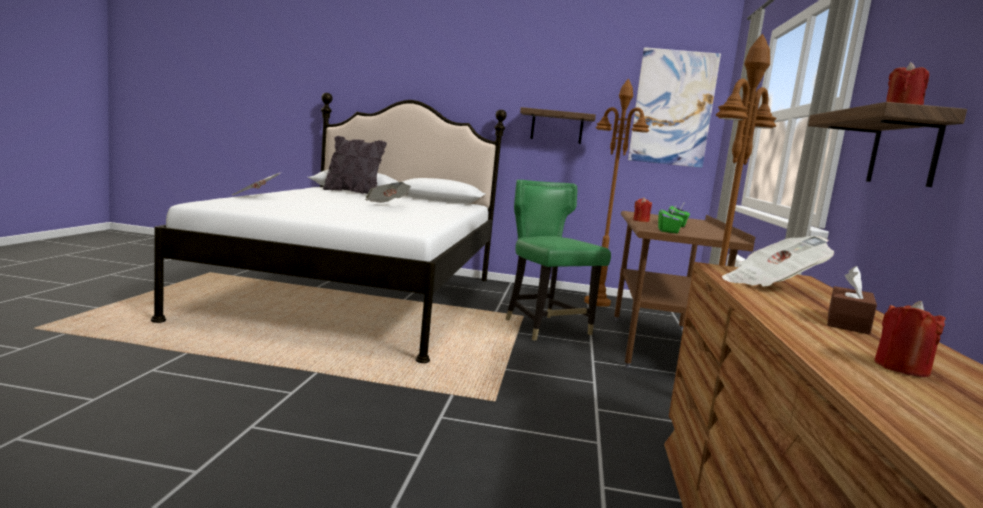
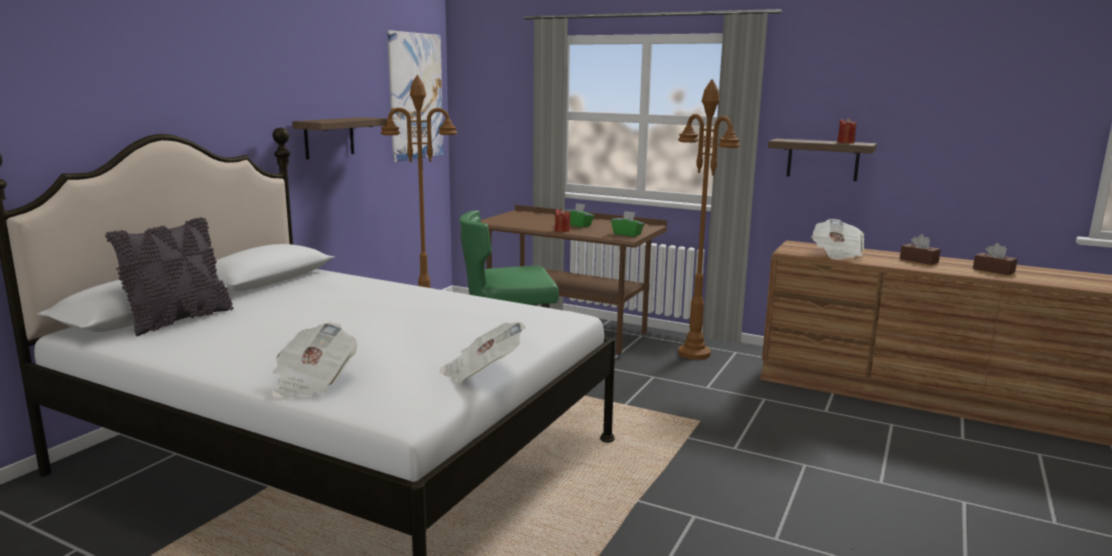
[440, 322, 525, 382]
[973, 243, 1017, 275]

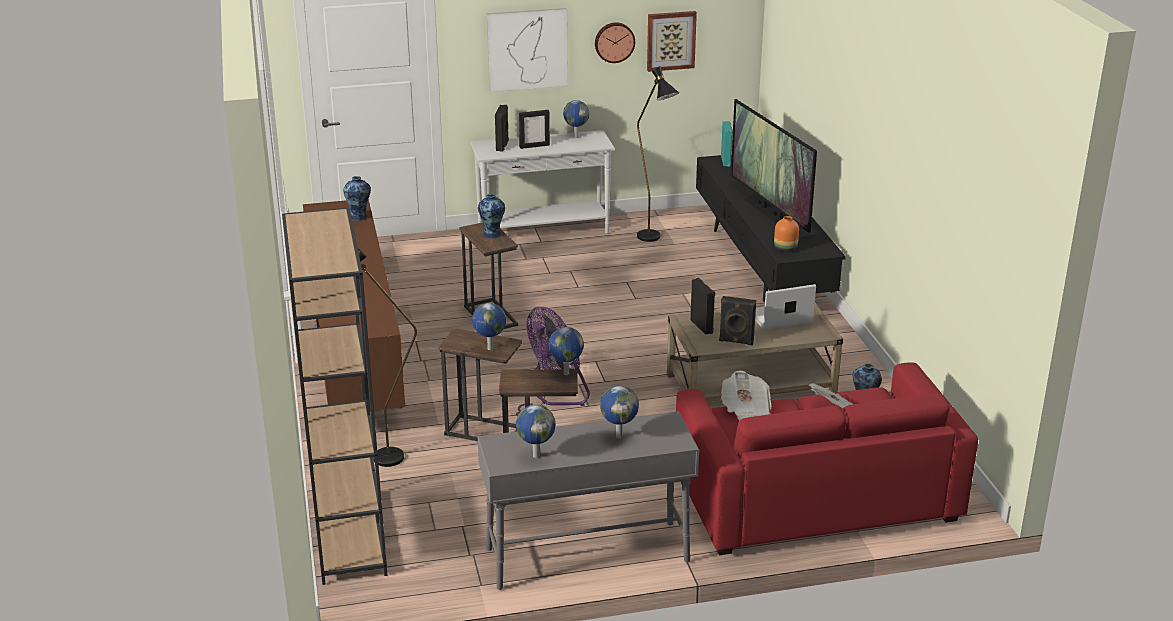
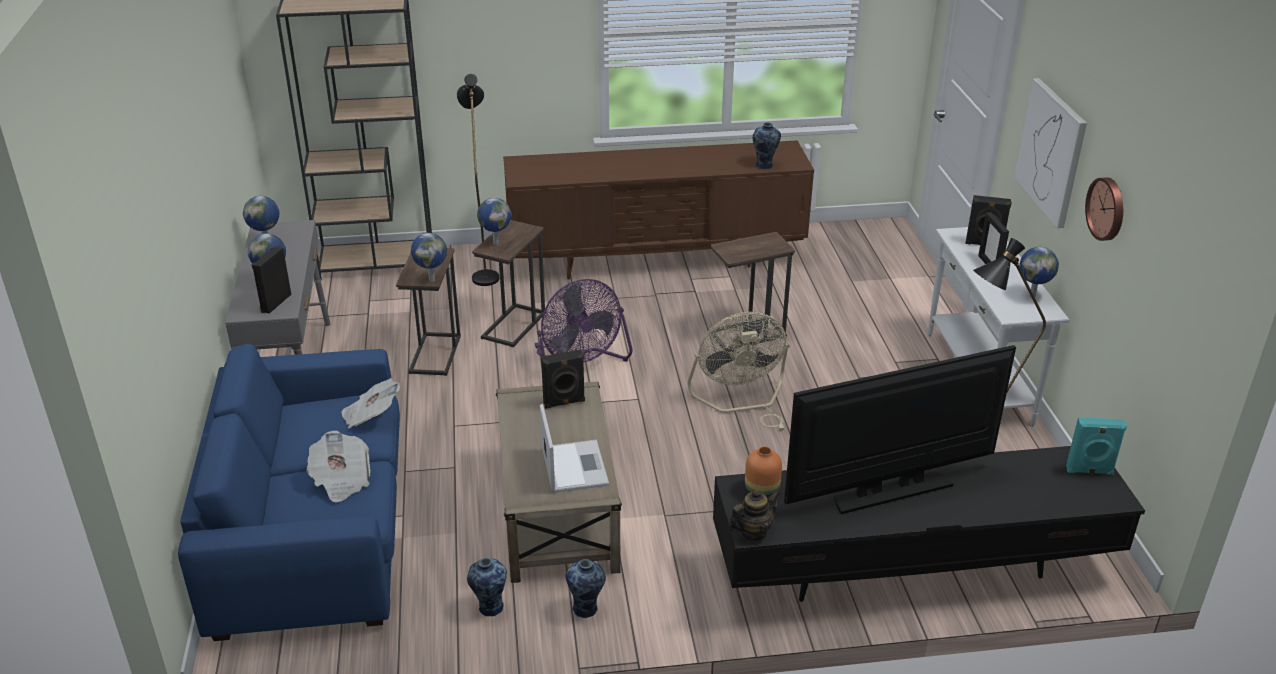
[178, 344, 400, 641]
[252, 246, 291, 314]
[566, 559, 606, 618]
[688, 312, 790, 431]
[729, 489, 780, 540]
[647, 11, 697, 72] (first image)

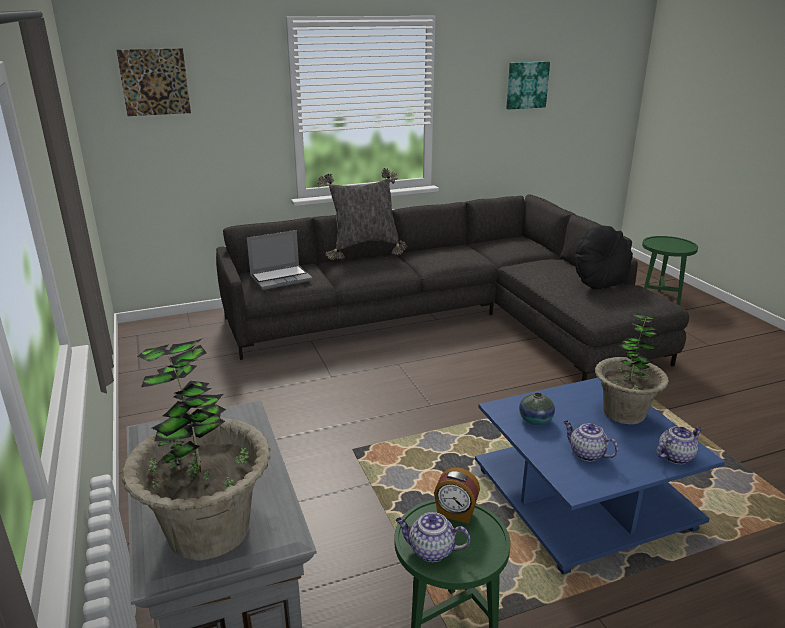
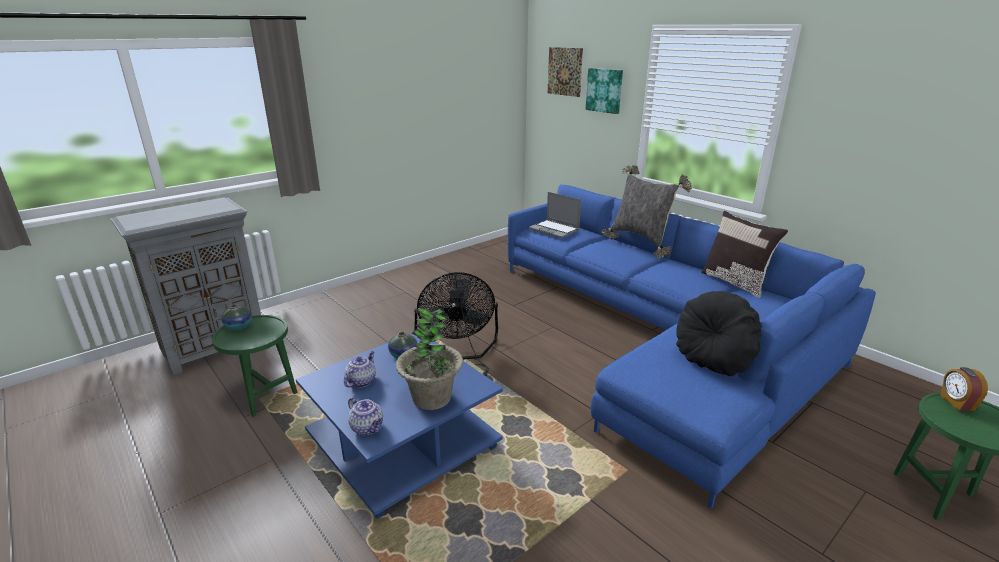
[221, 304, 252, 330]
[414, 272, 498, 377]
[508, 185, 876, 509]
[586, 68, 623, 114]
[701, 211, 788, 298]
[940, 367, 988, 411]
[122, 338, 271, 561] (first image)

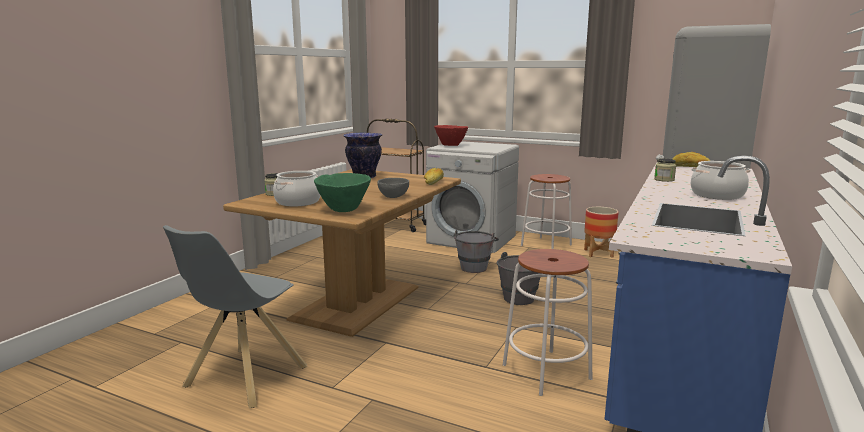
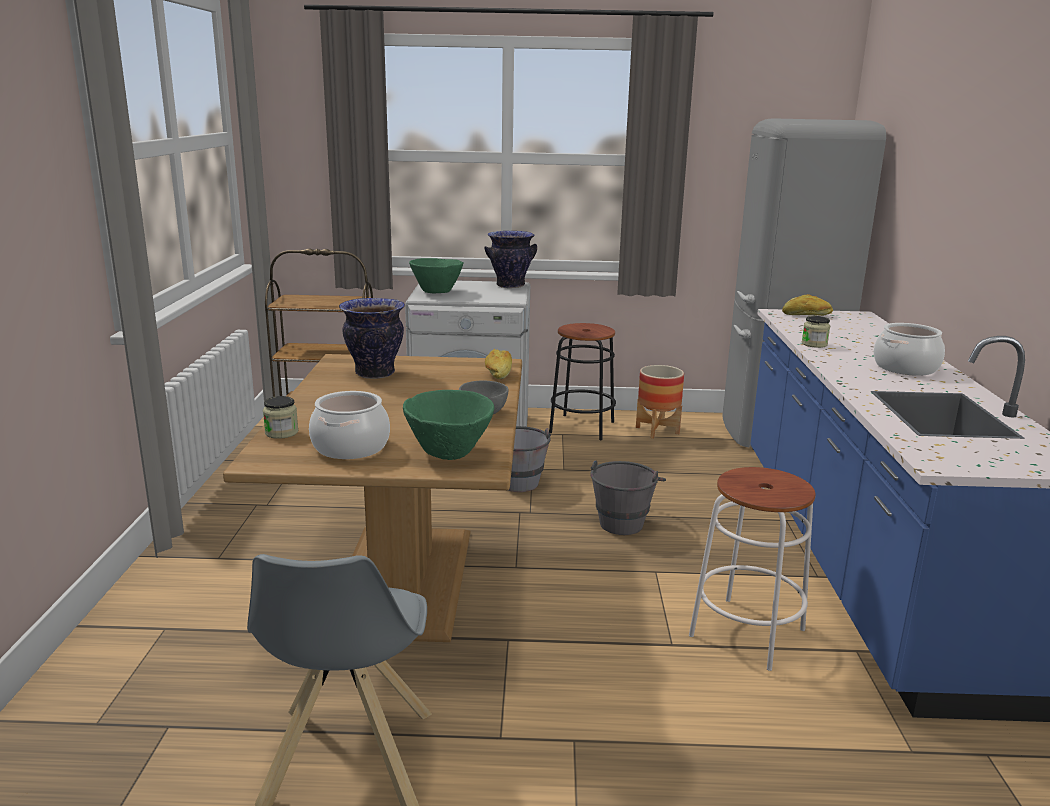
[409, 258, 464, 293]
[484, 231, 537, 288]
[549, 323, 616, 440]

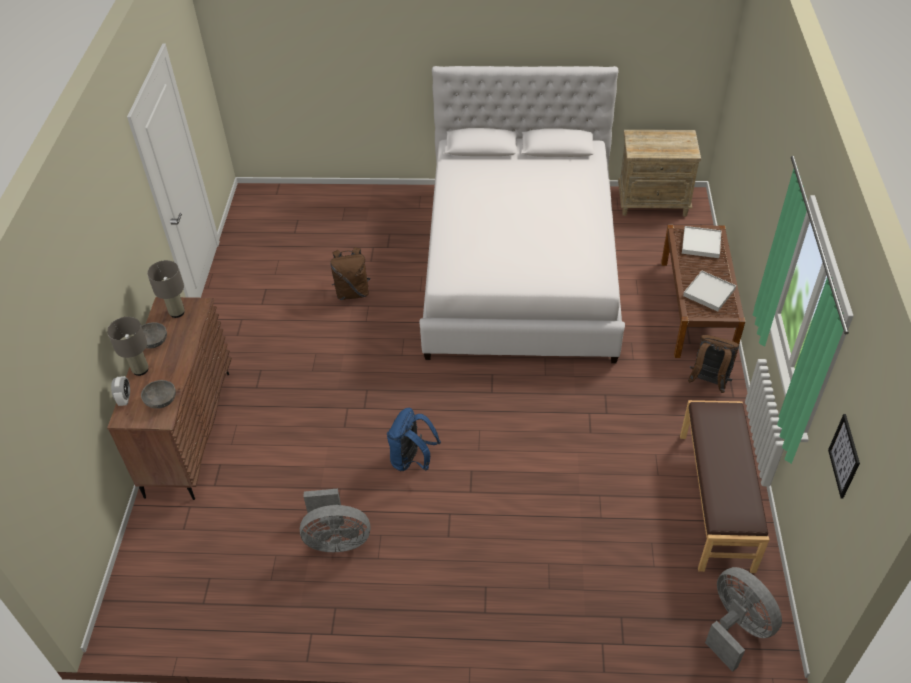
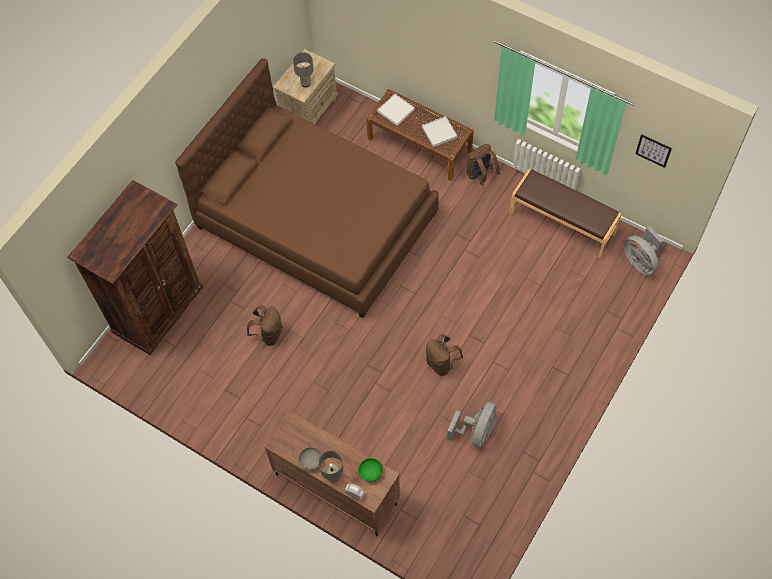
[67, 180, 203, 355]
[175, 58, 438, 318]
[293, 52, 314, 87]
[358, 458, 383, 482]
[426, 334, 463, 376]
[624, 226, 664, 275]

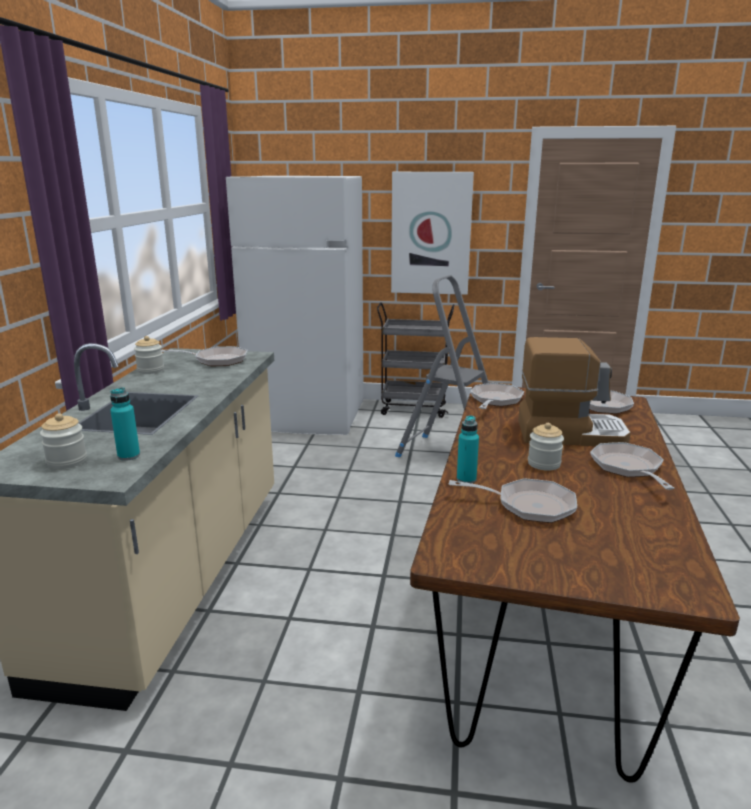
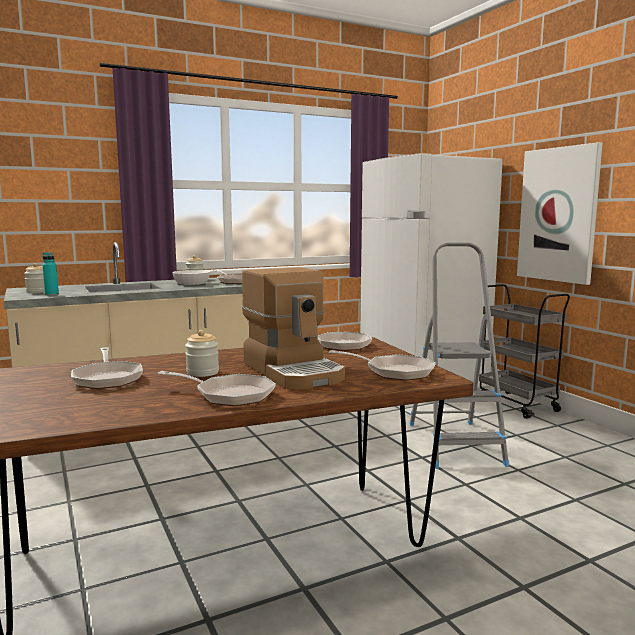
[158, 371, 276, 406]
[172, 270, 210, 285]
[457, 415, 479, 483] (first image)

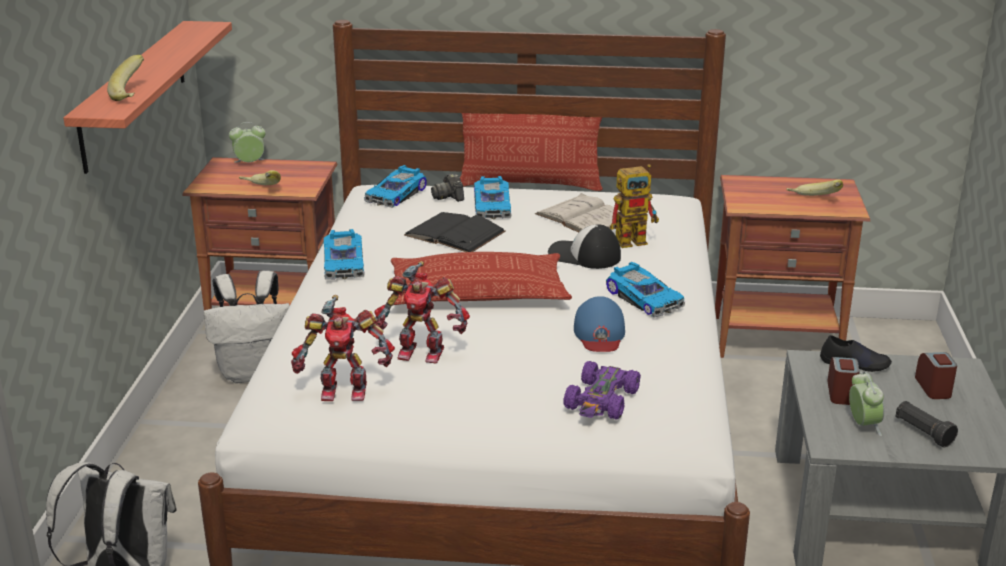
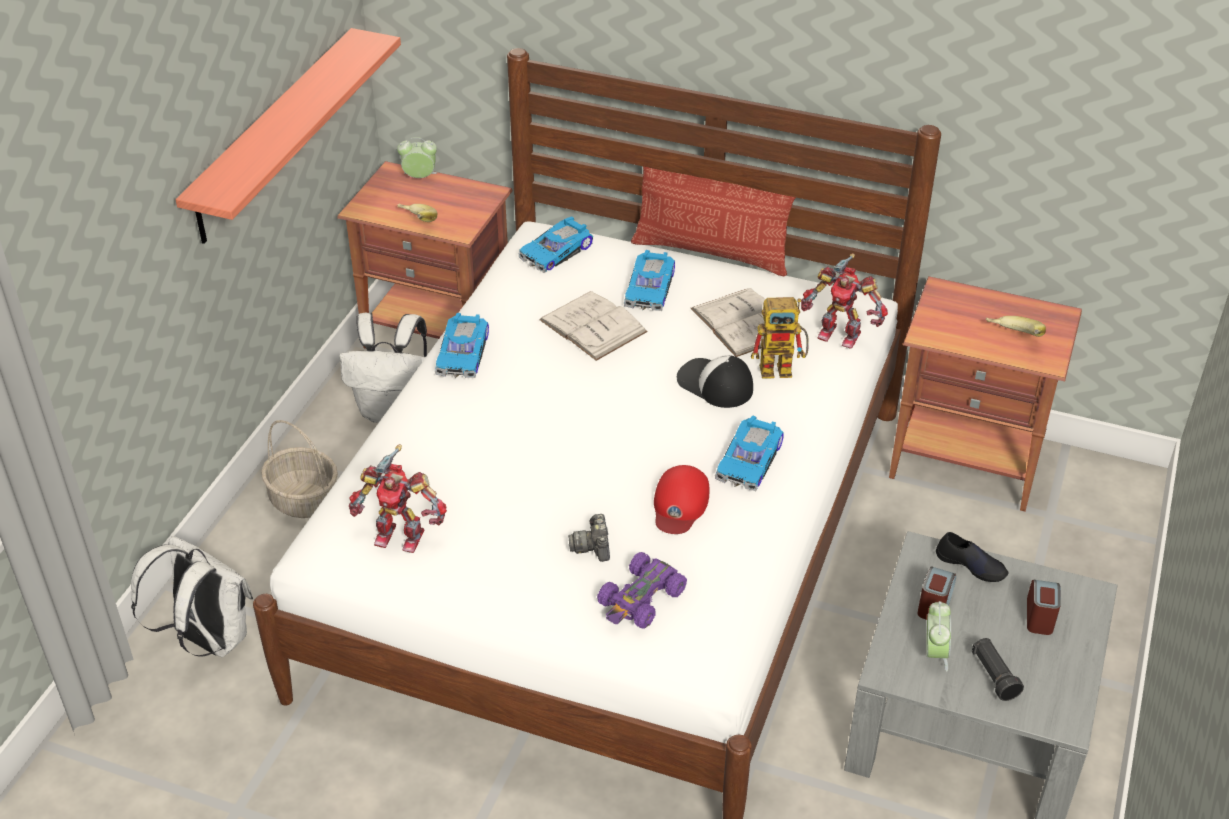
[261, 420, 338, 518]
[539, 291, 648, 361]
[568, 514, 610, 562]
[654, 465, 709, 534]
[715, 416, 784, 491]
[801, 253, 888, 349]
[107, 55, 144, 101] (first image)
[391, 252, 572, 305] (first image)

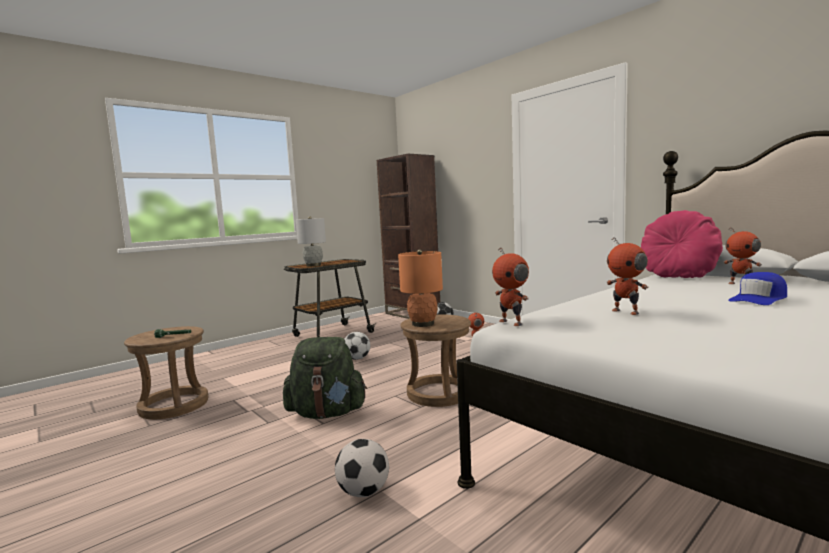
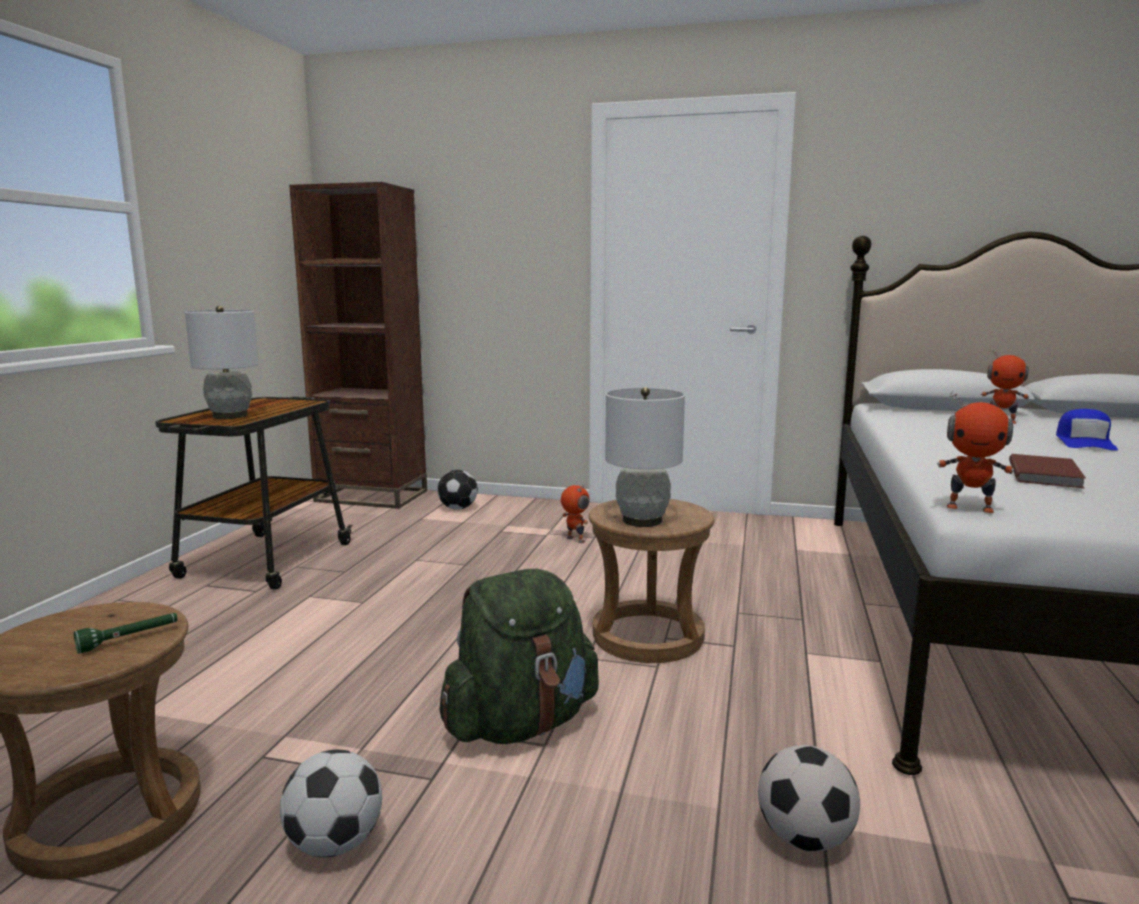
[280, 750, 382, 857]
[605, 387, 685, 527]
[1009, 454, 1086, 488]
[641, 210, 723, 278] (first image)

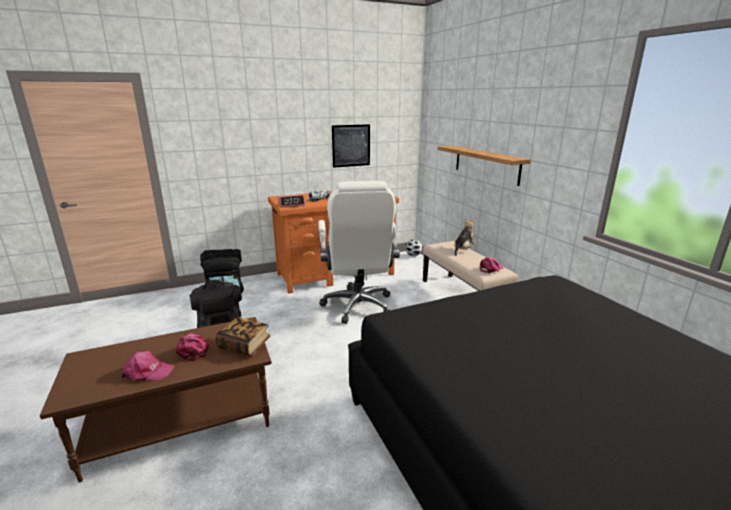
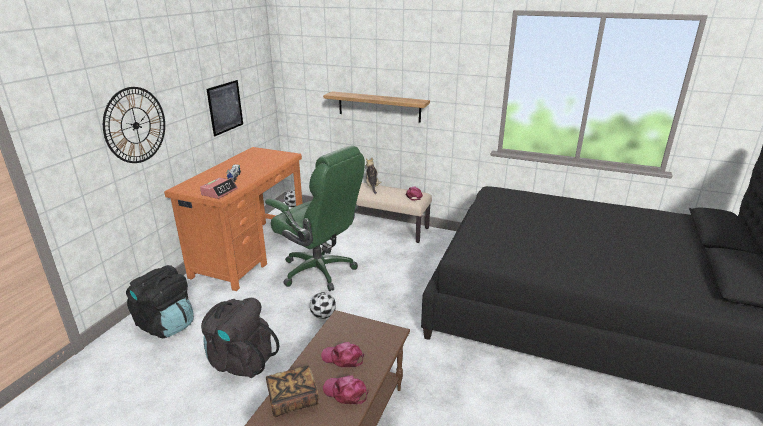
[103, 87, 165, 163]
[265, 145, 365, 291]
[266, 365, 319, 417]
[310, 292, 336, 319]
[323, 375, 369, 404]

